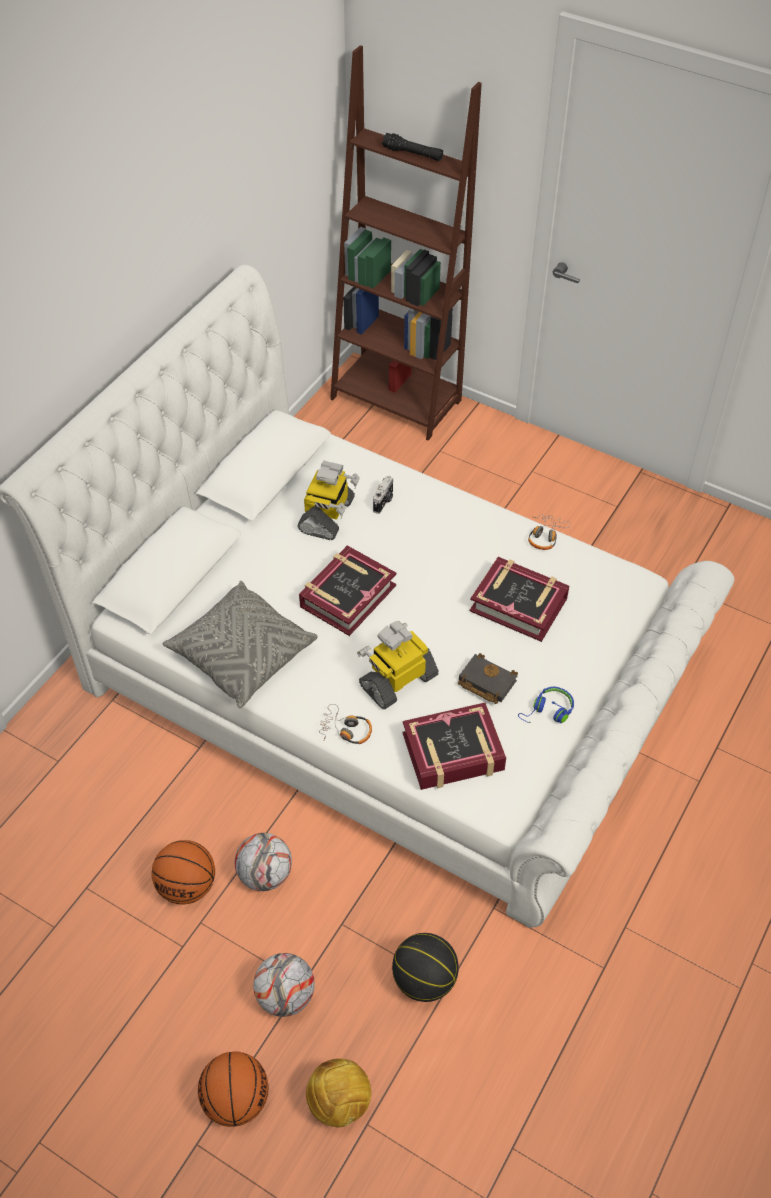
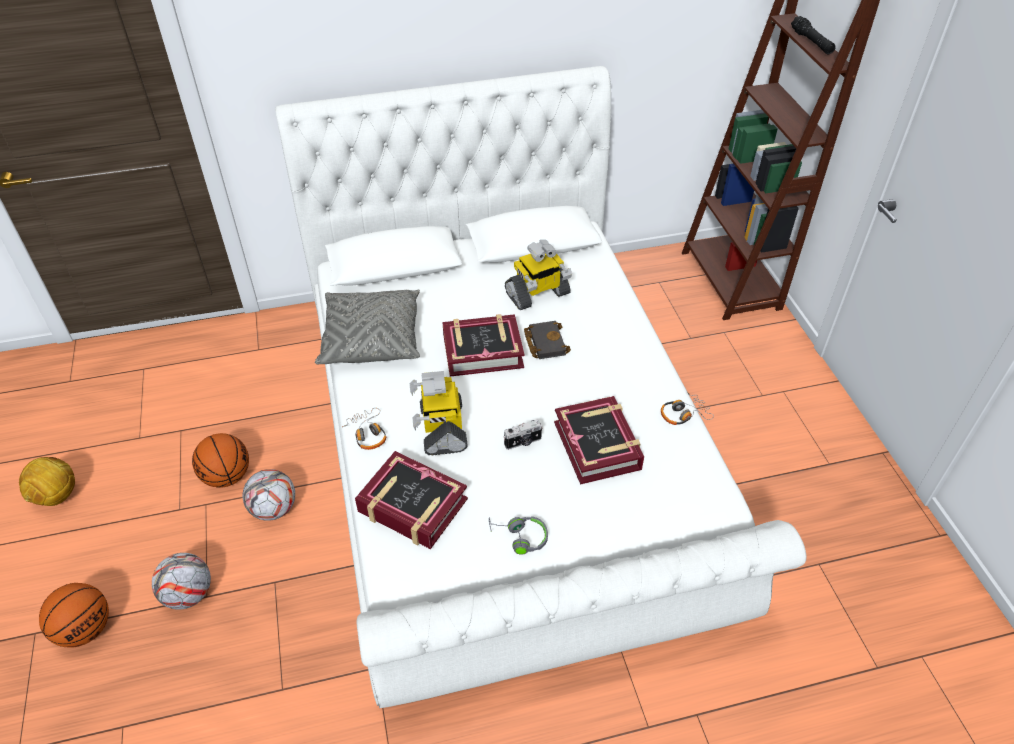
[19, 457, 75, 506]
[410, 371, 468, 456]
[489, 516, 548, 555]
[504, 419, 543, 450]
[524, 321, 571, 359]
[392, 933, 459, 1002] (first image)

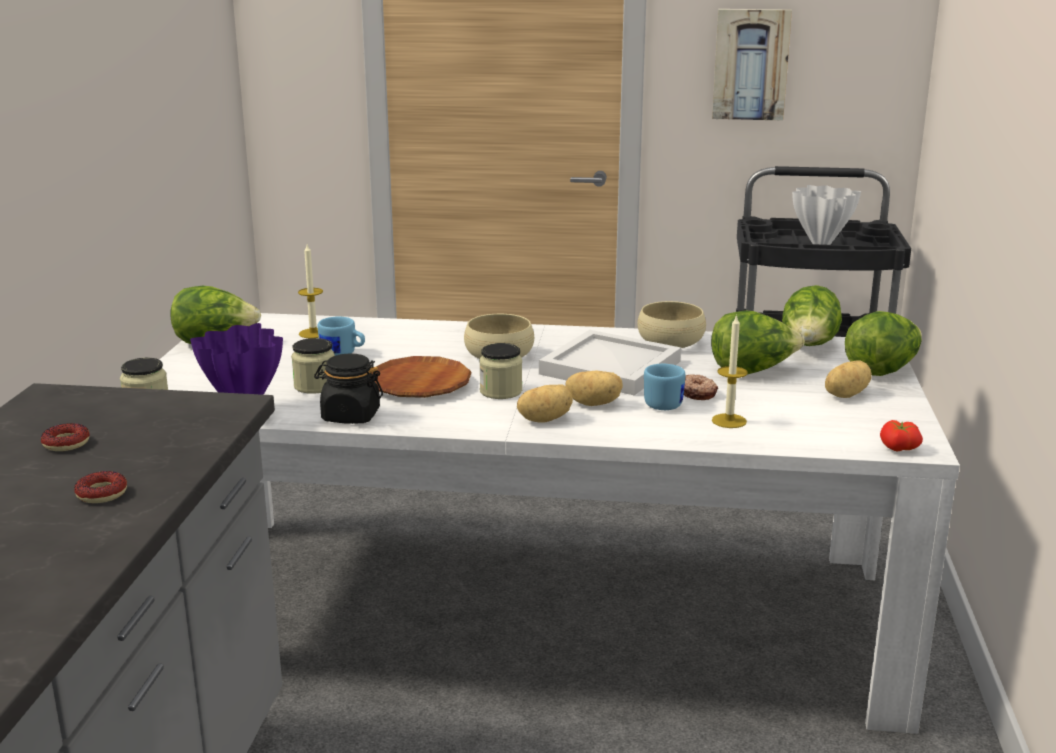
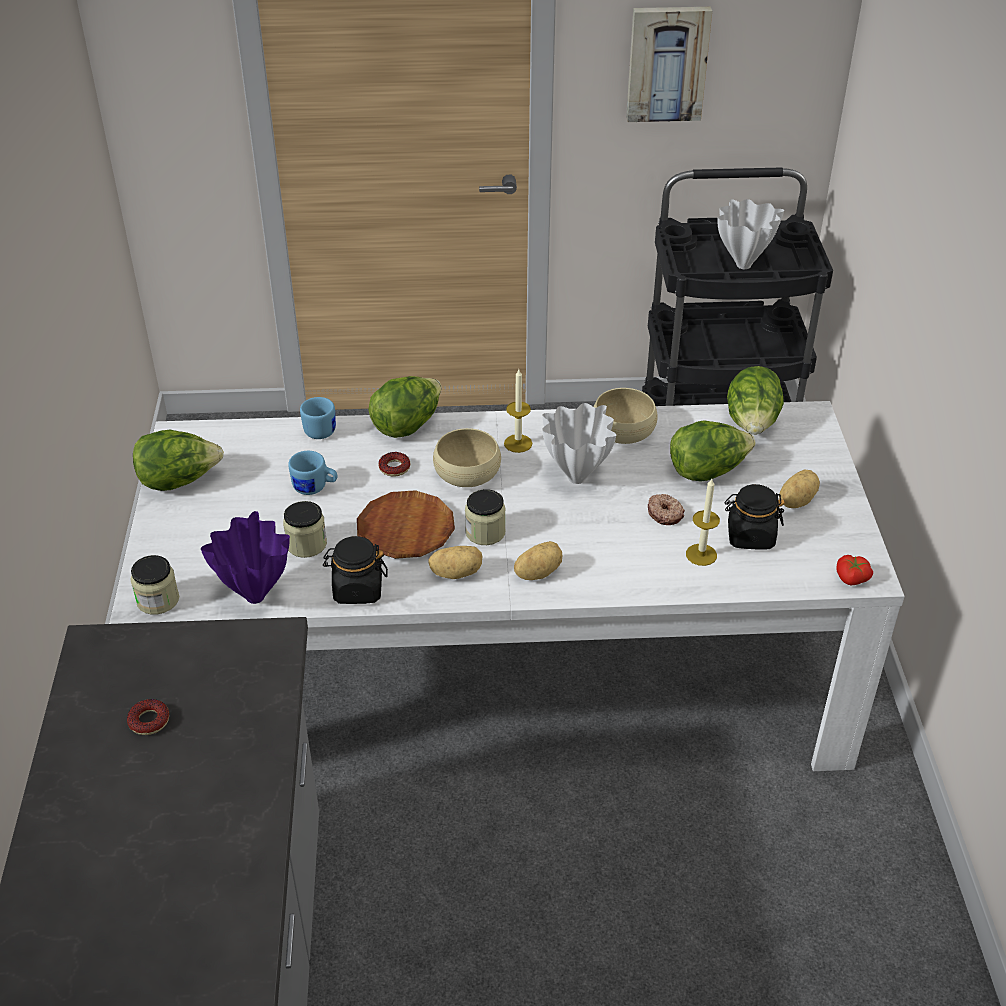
[300, 397, 336, 439]
[369, 376, 441, 438]
[378, 452, 410, 477]
[428, 546, 482, 579]
[504, 369, 532, 453]
[542, 403, 616, 484]
[724, 484, 785, 550]

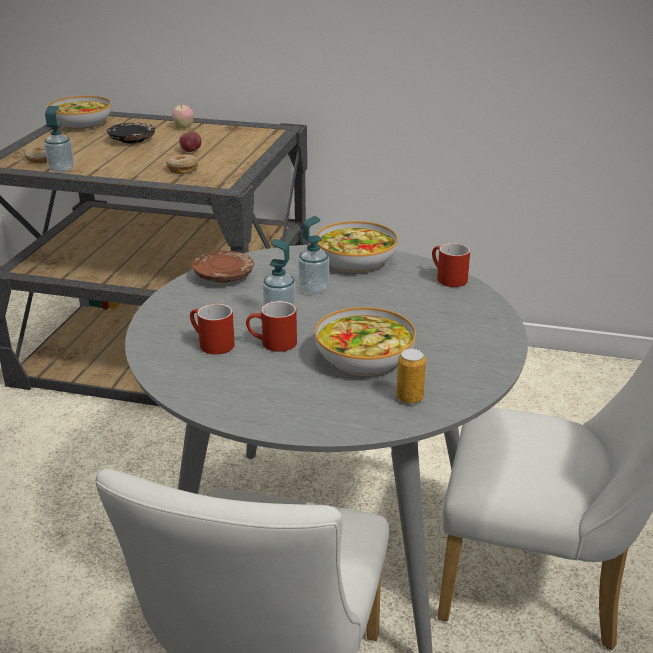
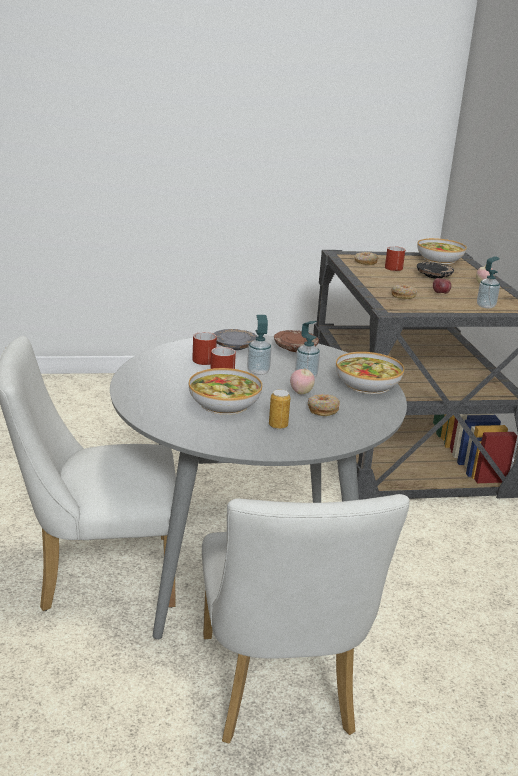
[213, 329, 257, 350]
[269, 389, 290, 429]
[290, 369, 315, 394]
[308, 394, 340, 416]
[385, 246, 405, 271]
[477, 256, 500, 309]

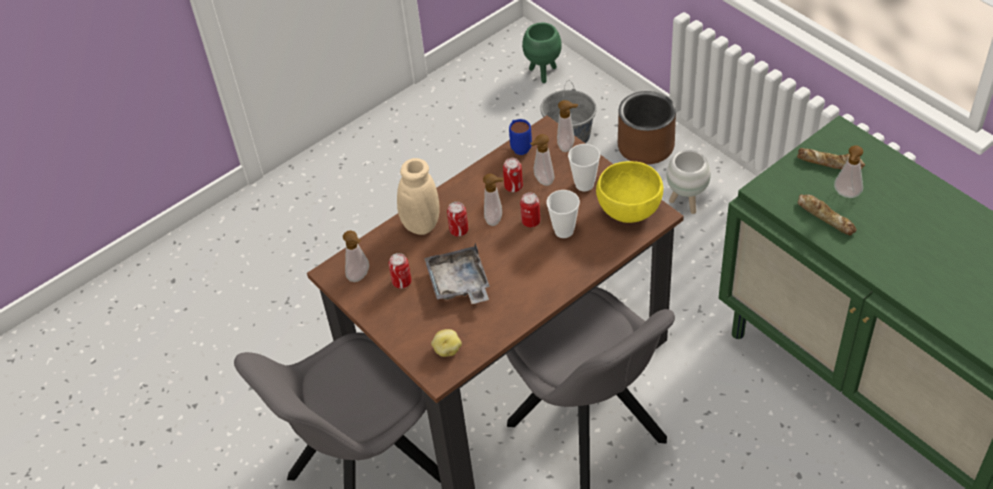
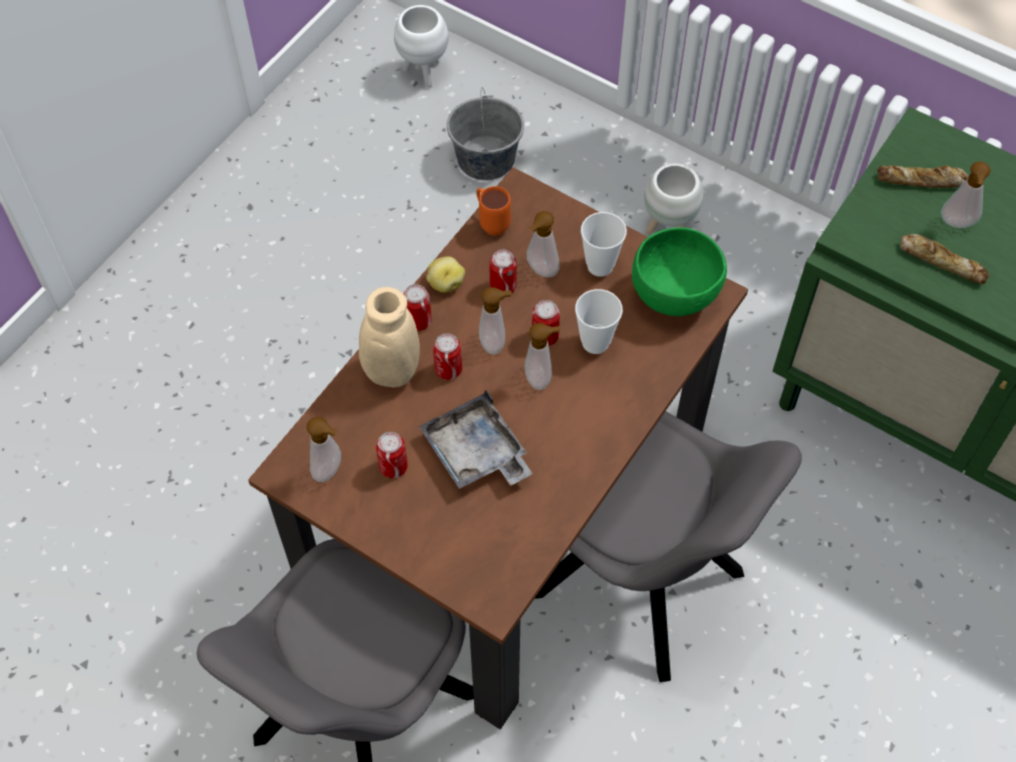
[394, 5, 448, 88]
[403, 284, 432, 331]
[426, 256, 465, 293]
[476, 186, 511, 236]
[525, 323, 560, 390]
[632, 227, 727, 316]
[618, 91, 676, 165] (first image)

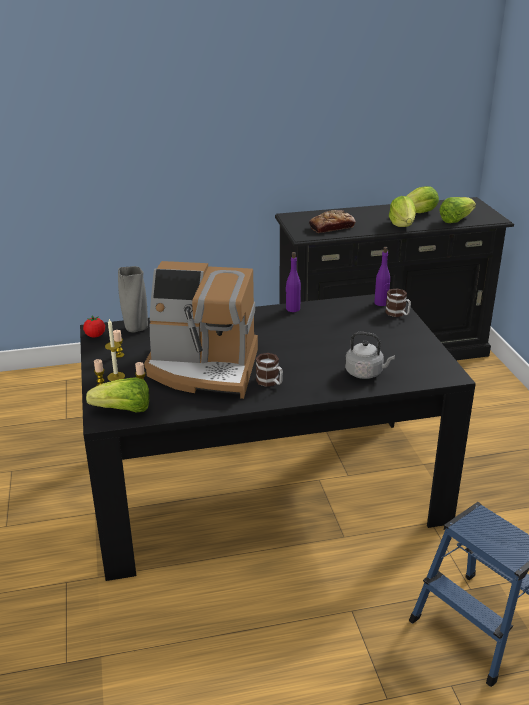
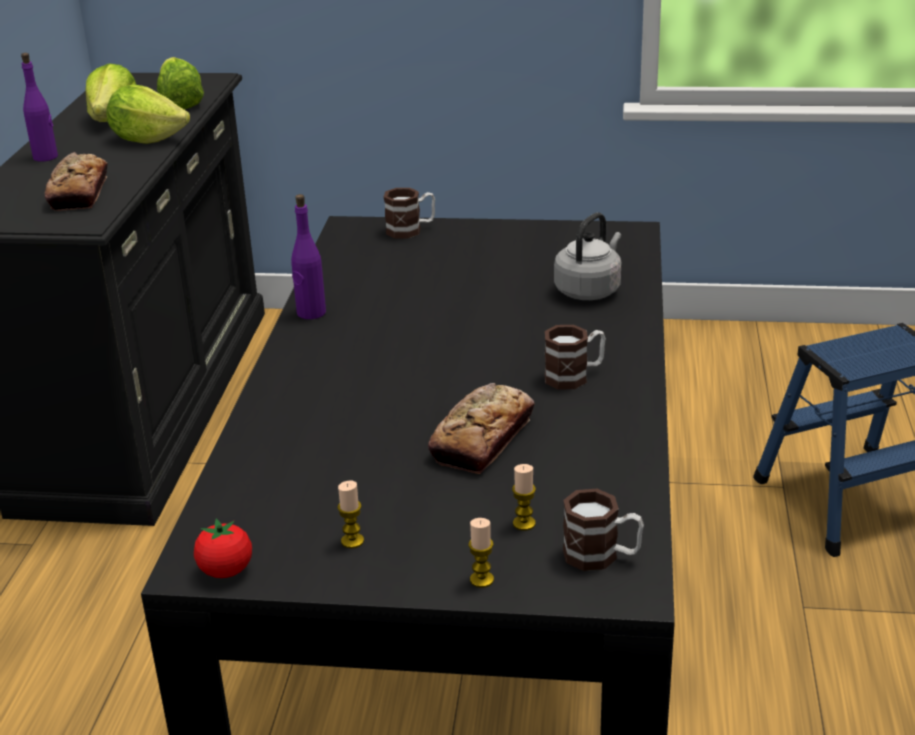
[21, 53, 58, 162]
[428, 383, 535, 474]
[563, 489, 644, 571]
[105, 319, 125, 381] (first image)
[118, 266, 148, 332] (first image)

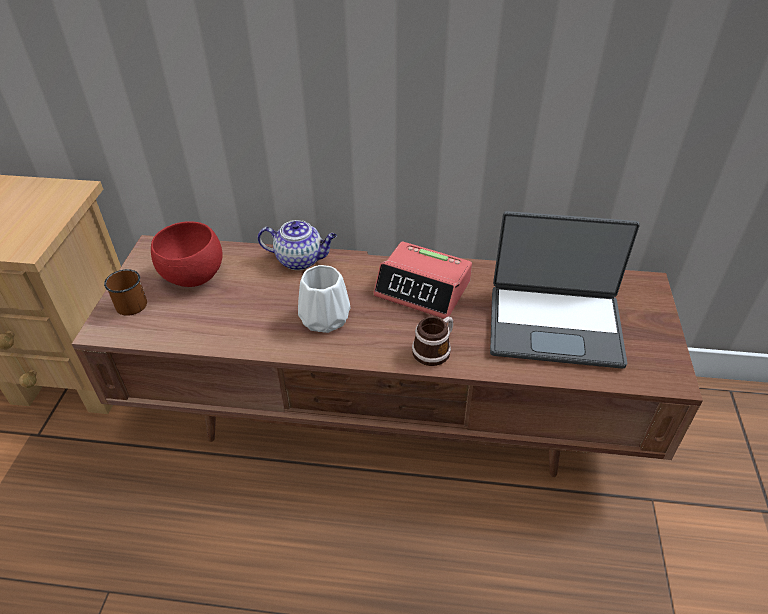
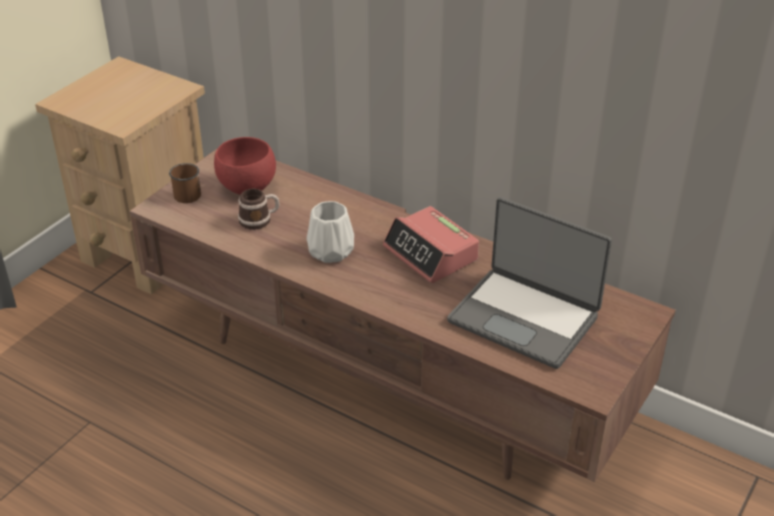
[238, 189, 280, 230]
[258, 220, 337, 270] (first image)

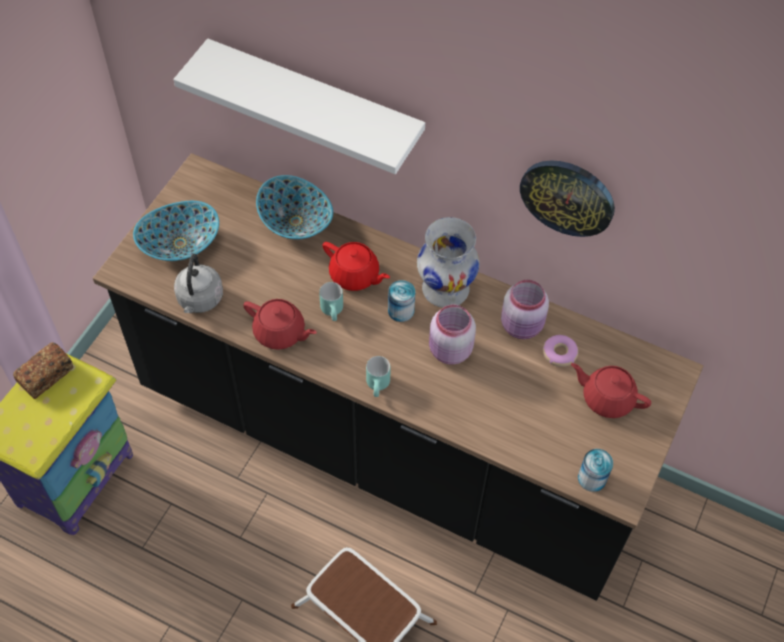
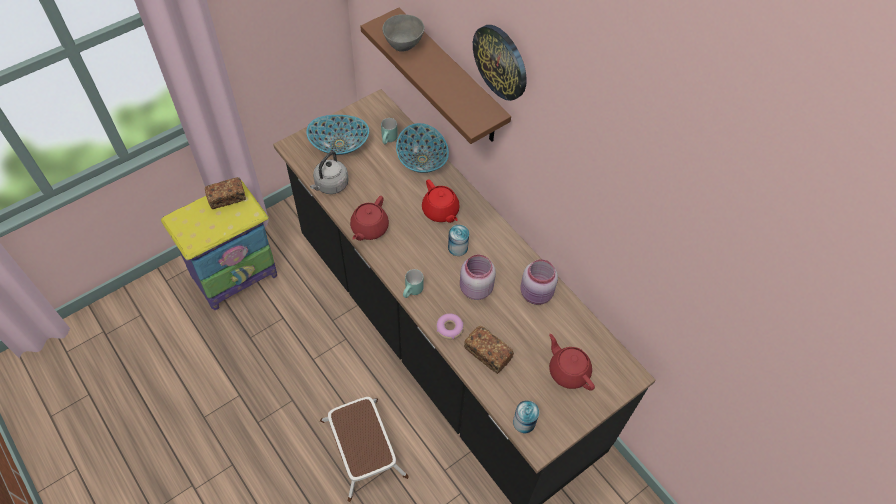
[350, 196, 389, 241]
[360, 8, 511, 144]
[381, 118, 398, 144]
[382, 14, 425, 51]
[436, 313, 464, 339]
[464, 326, 514, 374]
[473, 25, 527, 101]
[417, 217, 480, 308] (first image)

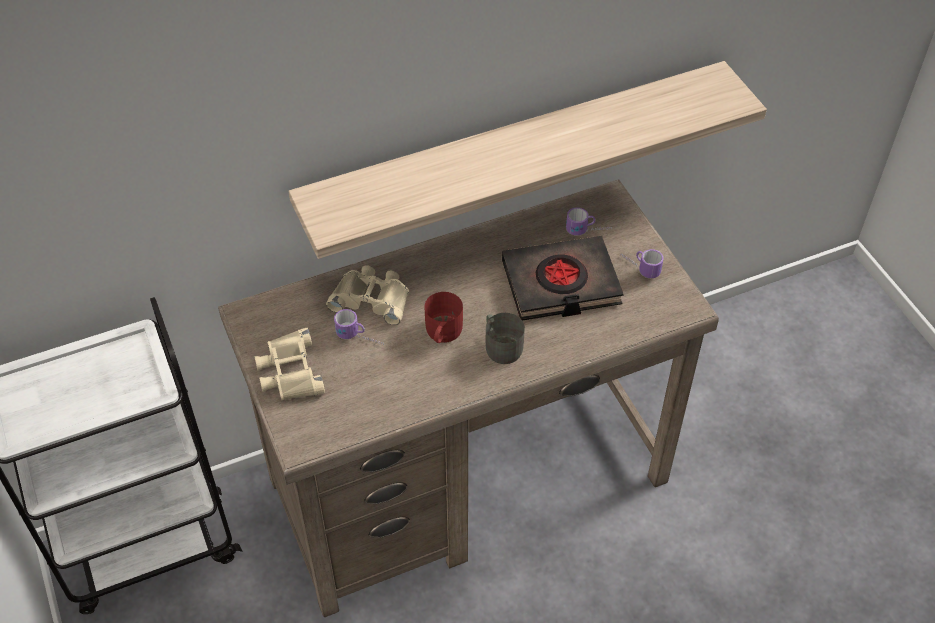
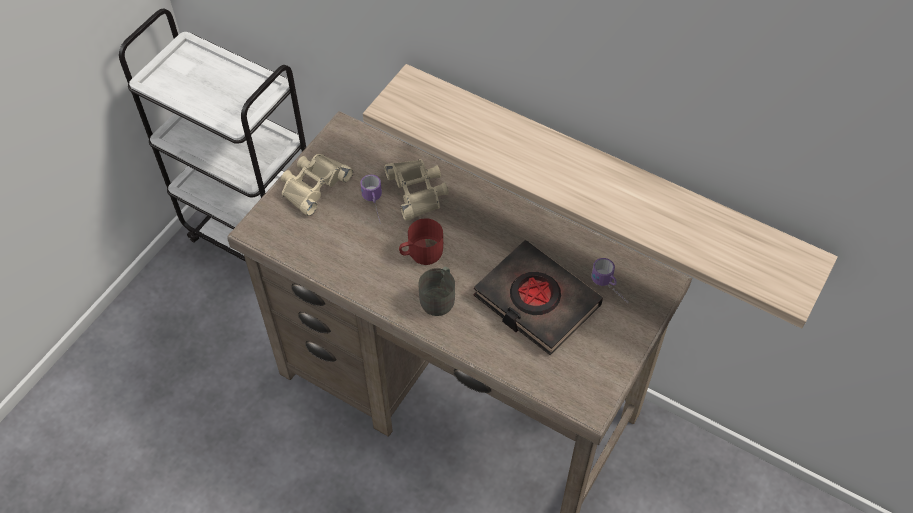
[621, 249, 664, 278] (first image)

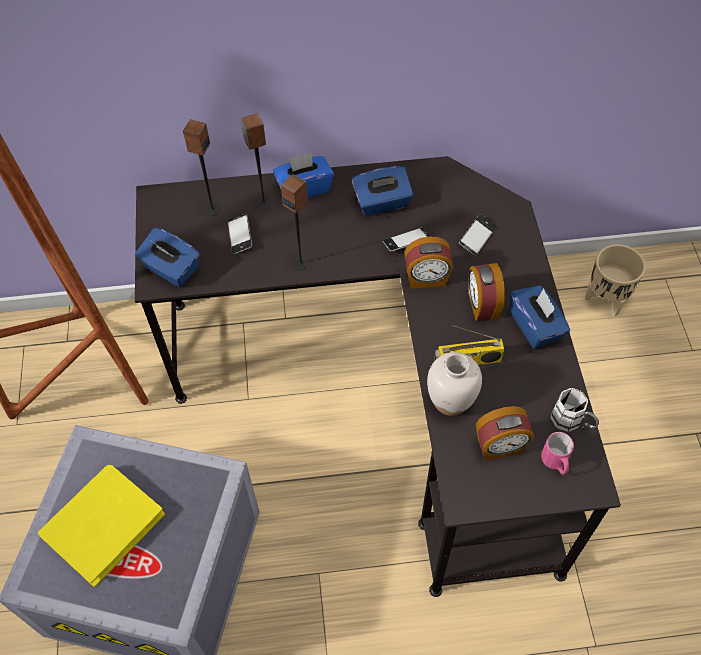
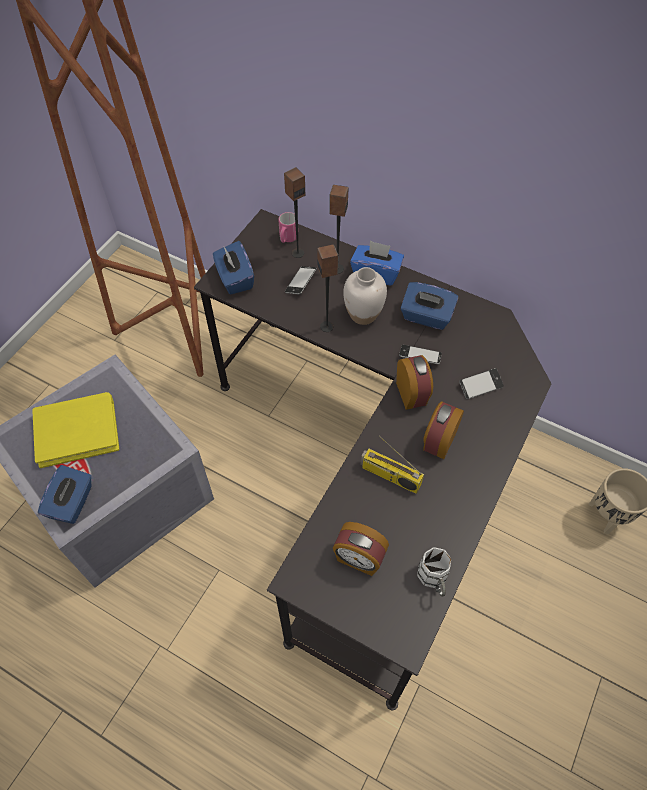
[38, 465, 92, 524]
[278, 212, 296, 243]
[343, 267, 387, 325]
[396, 355, 433, 410]

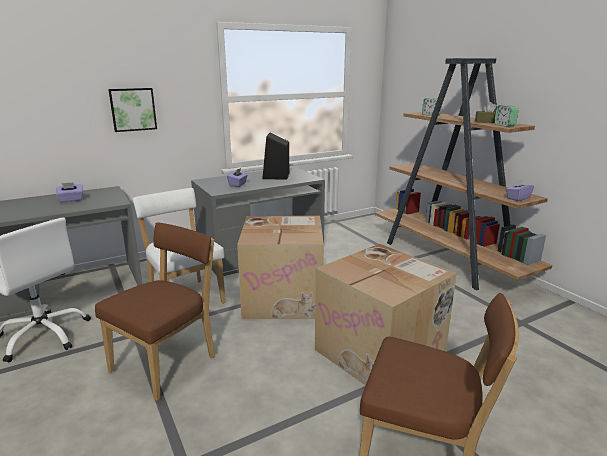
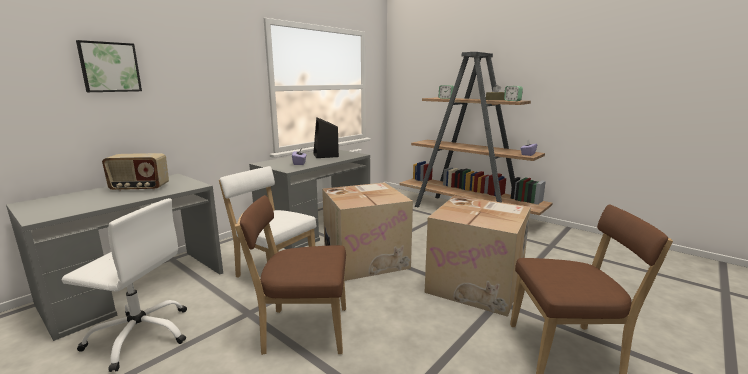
[76, 40, 142, 92]
[102, 153, 169, 191]
[235, 195, 346, 355]

